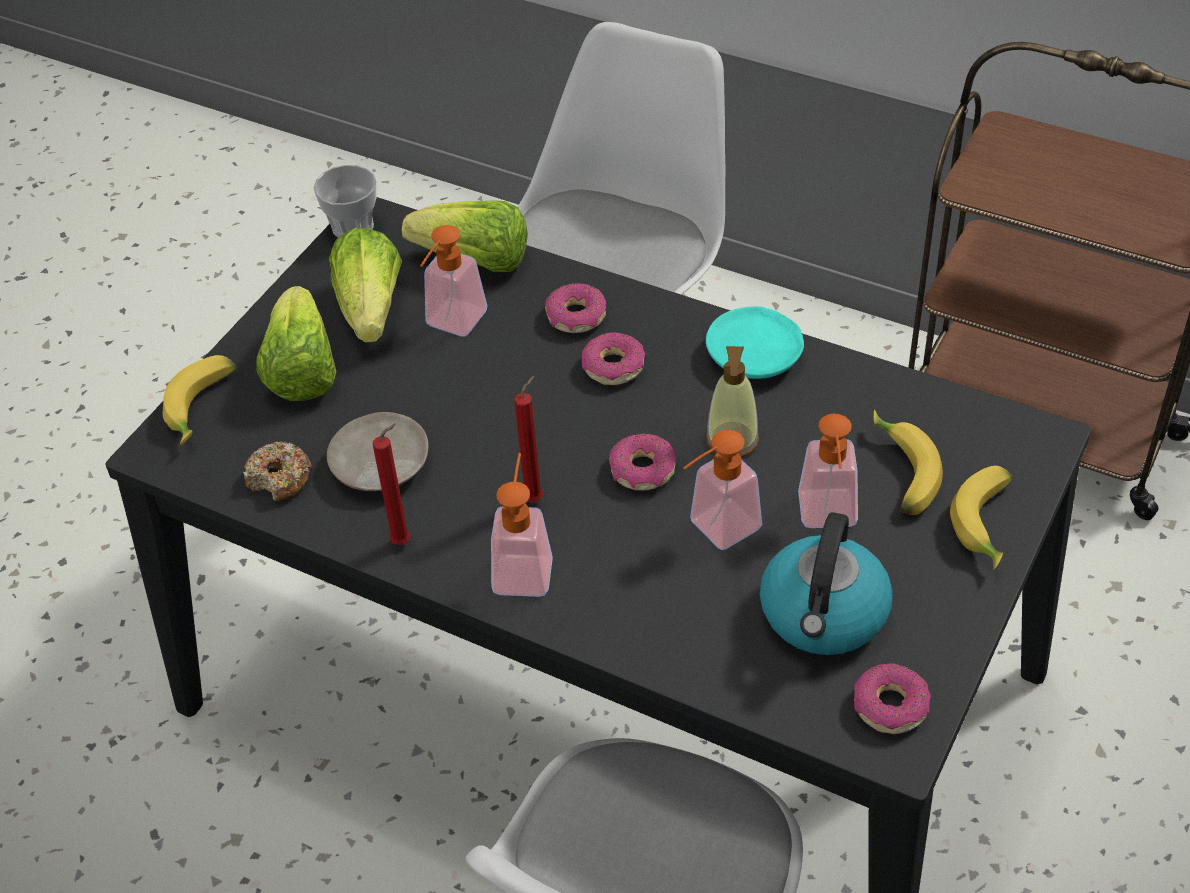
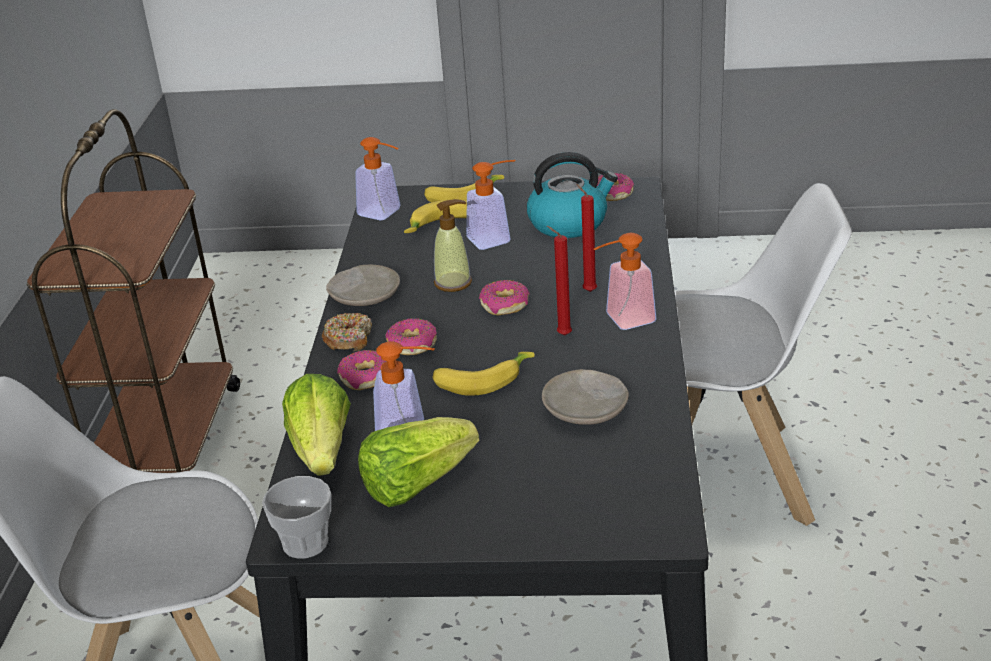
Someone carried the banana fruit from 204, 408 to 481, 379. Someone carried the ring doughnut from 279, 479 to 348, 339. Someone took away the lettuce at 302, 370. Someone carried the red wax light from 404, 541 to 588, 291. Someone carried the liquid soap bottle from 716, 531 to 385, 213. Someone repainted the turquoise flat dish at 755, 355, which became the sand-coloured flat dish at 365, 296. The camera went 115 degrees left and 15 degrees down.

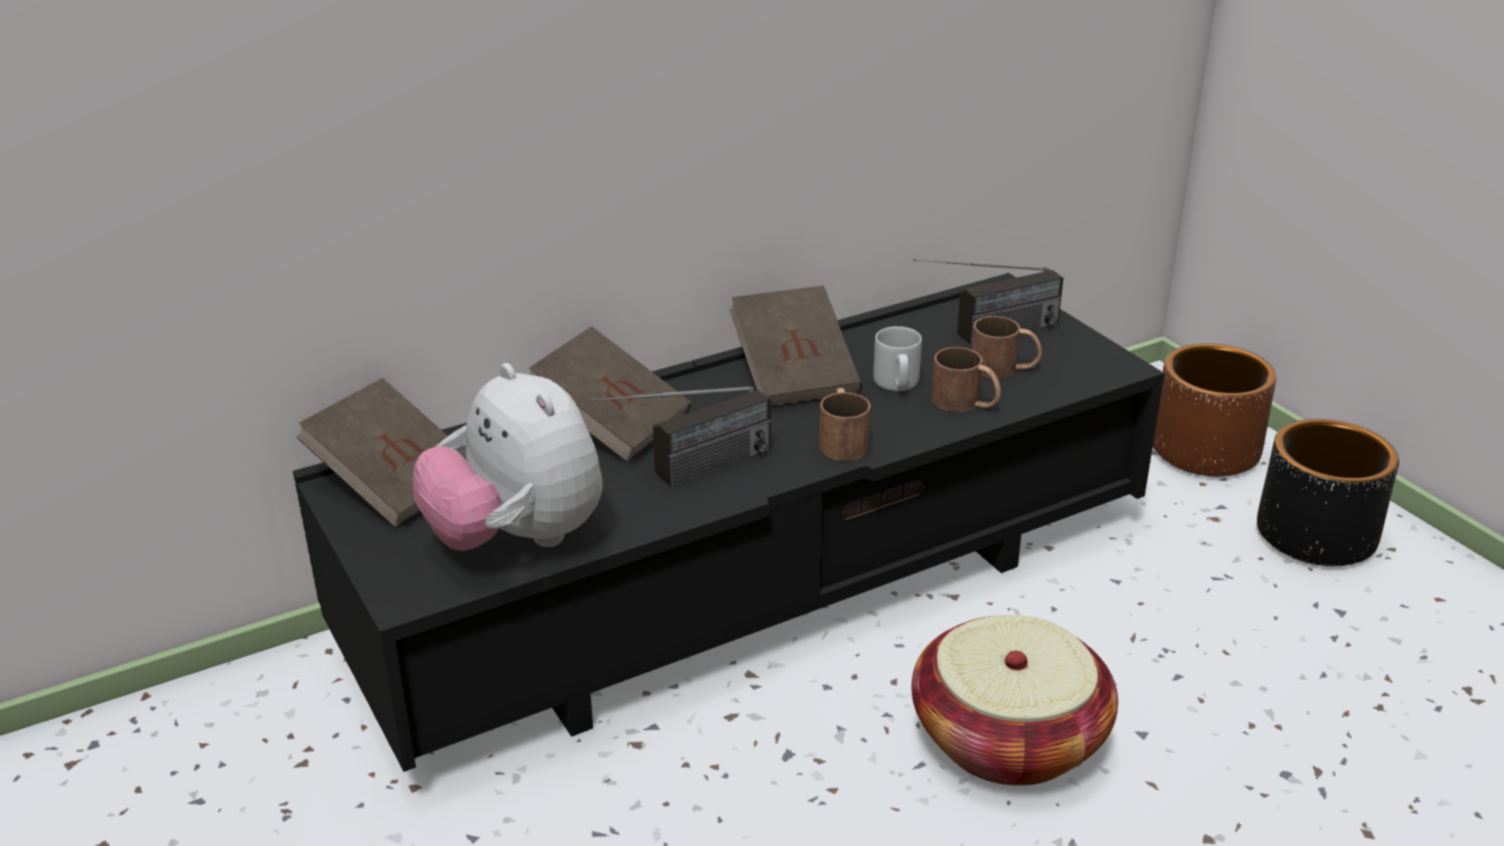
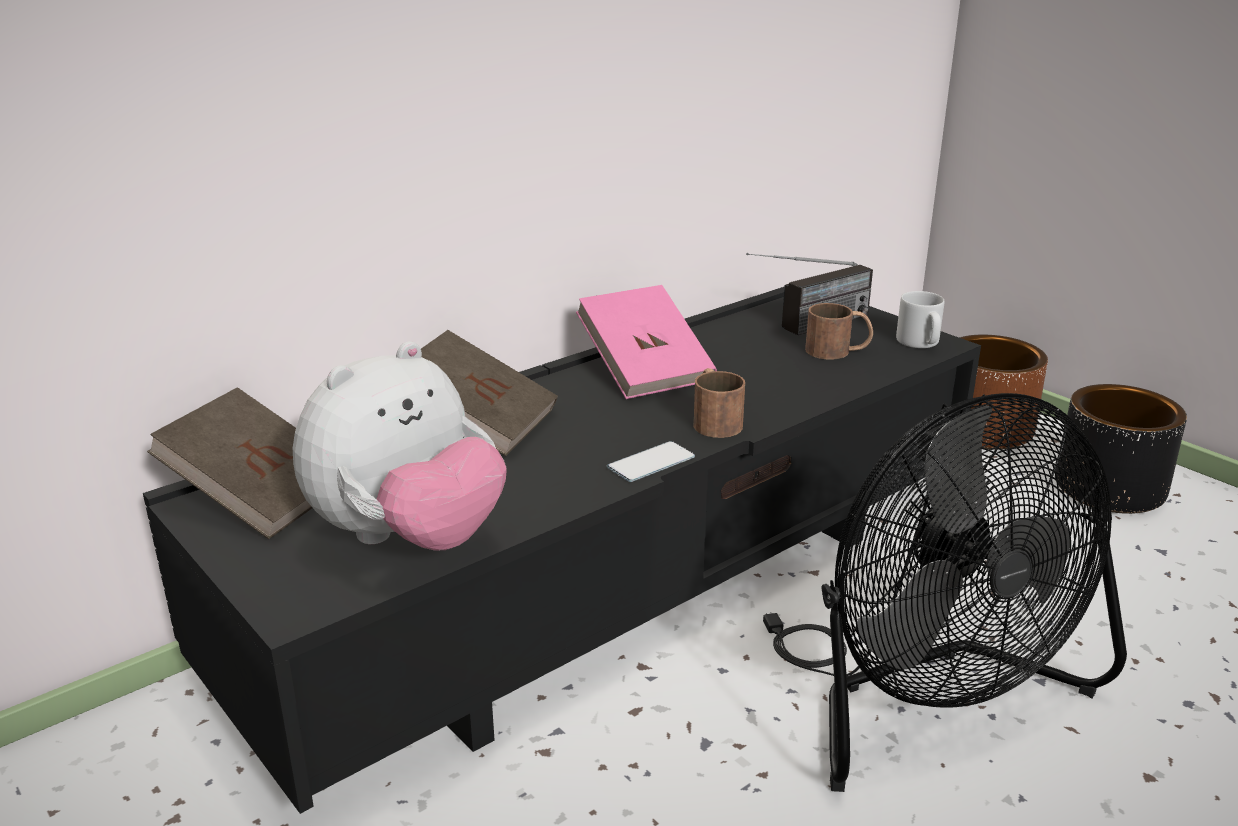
Someone rotated the cuddly toy at 517, 539 by 90 degrees counterclockwise. Someone took away the radio set at 687, 473. Someone repainted the brown book at 795, 375, which became the pinkish book at 645, 370. Someone carried the greyish mug from 897, 384 to 920, 343. Someone swapped the storage basket at 1008, 739 for the blackish cooling fan at 917, 700. Someone took away the brown mug at 966, 403. Someone put down the phone at 651, 462. The camera went 10 degrees left and 5 degrees down.

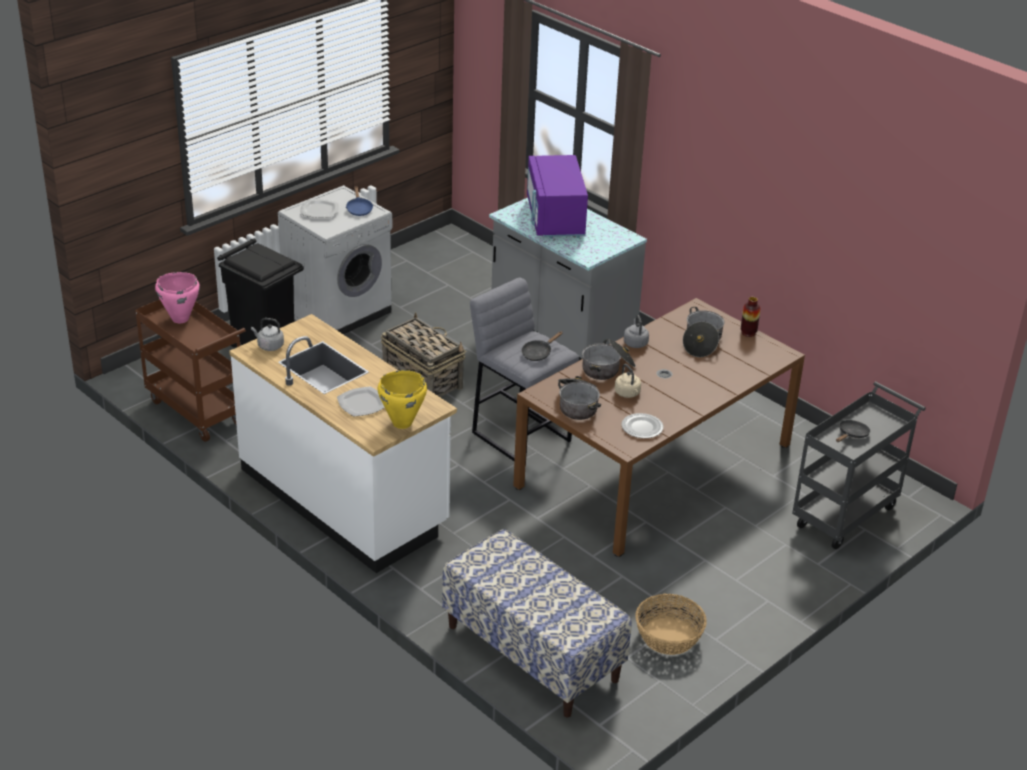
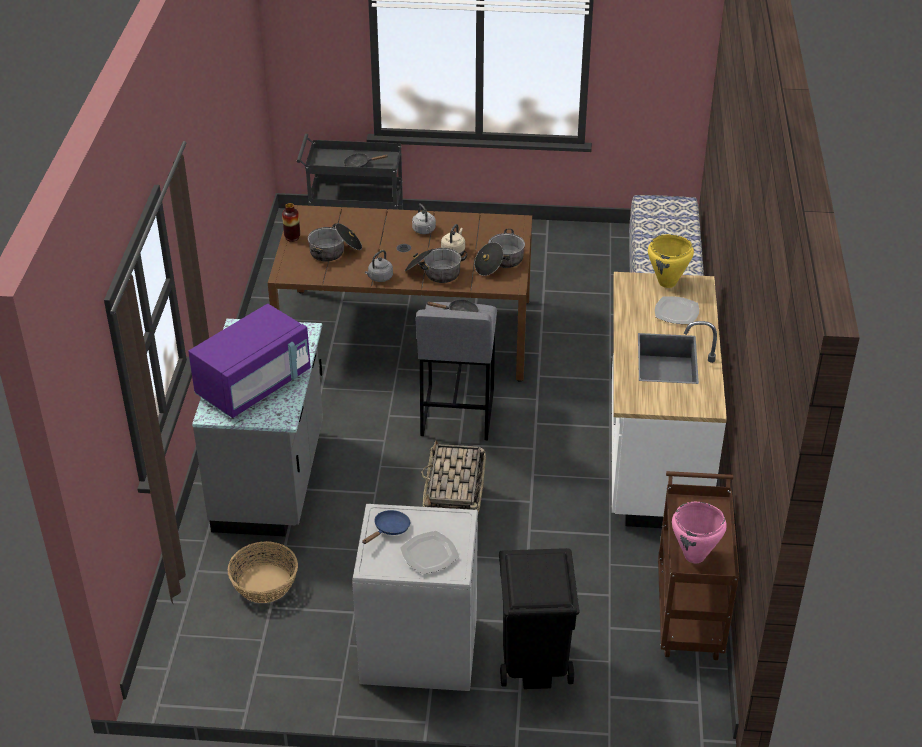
Someone carried the greyish tea kettle from 269, 346 to 424, 230. Someone took away the flat dish at 641, 427. Someone carried the storage basket from 668, 636 to 265, 583. The camera went 130 degrees left and 5 degrees up.

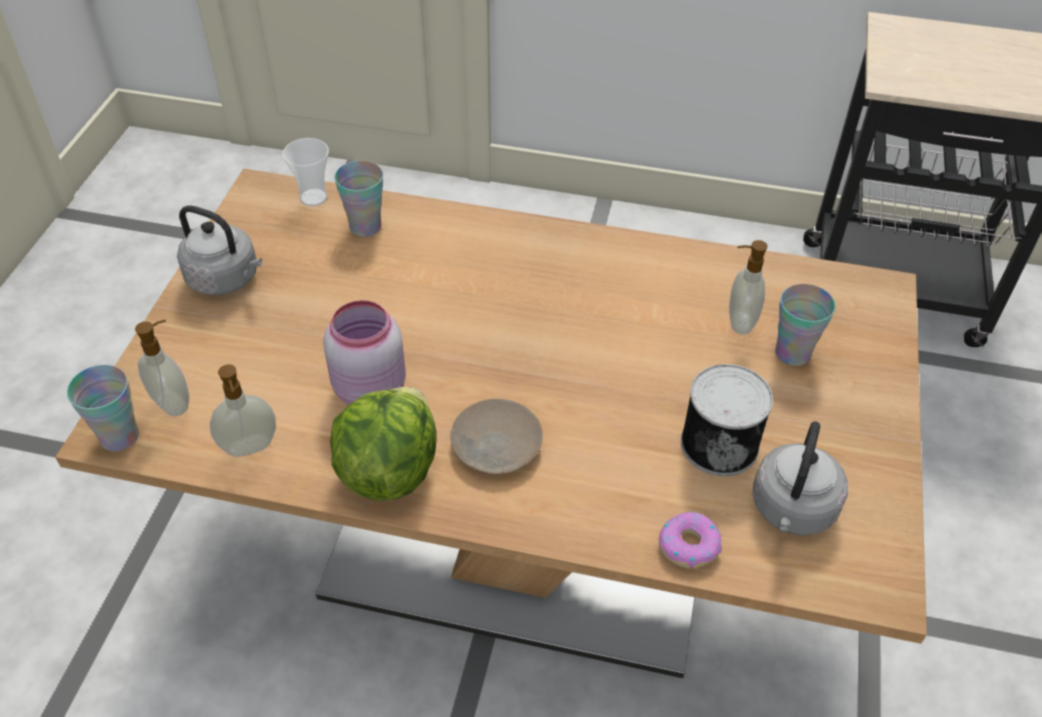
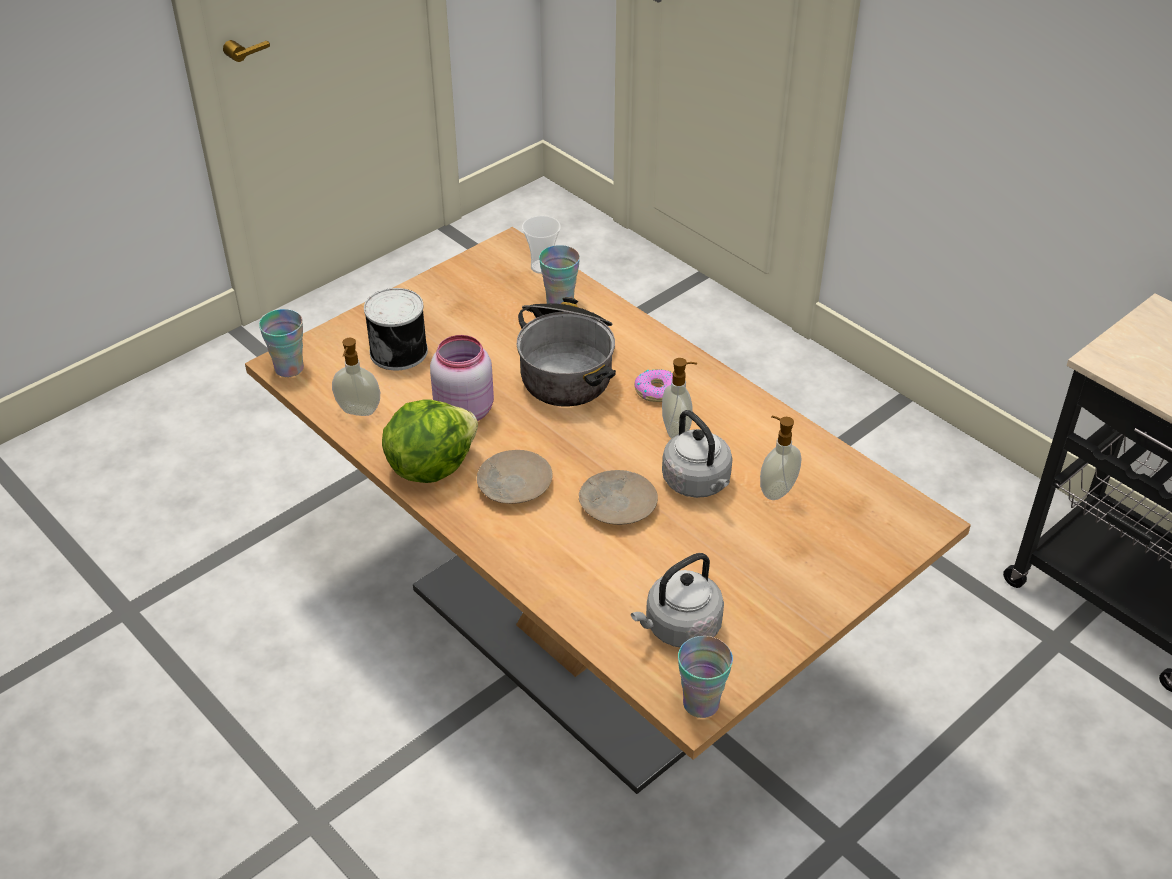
Someone carried the liquid soap bottle from 173, 403 to 677, 430. Someone carried the greyish tea kettle from 226, 279 to 698, 483. Someone carried the ring doughnut from 688, 545 to 656, 390. Someone carried the metal can from 719, 442 to 400, 351. Someone carried the small cup from 792, 353 to 701, 703. Someone put down the cooking pot at 567, 367. Someone put down the sand-coloured flat dish at 617, 504. The camera went 35 degrees right and 5 degrees down.

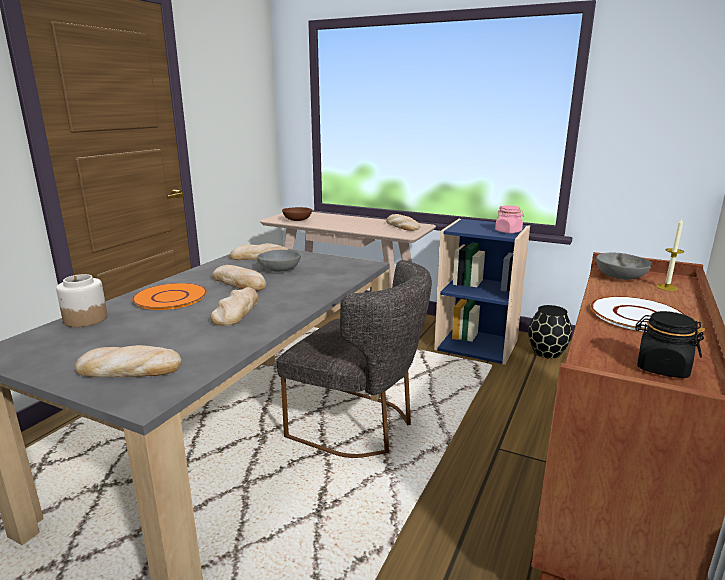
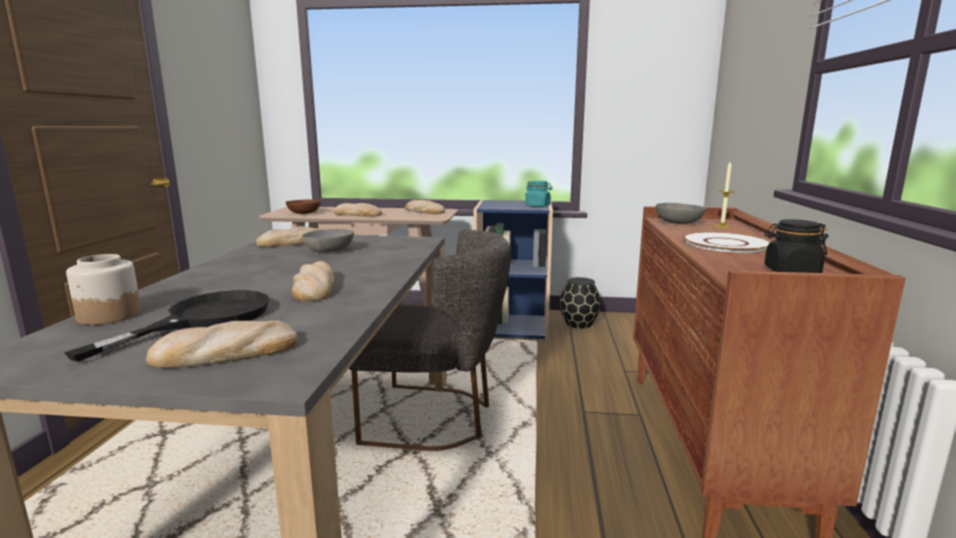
Someone took away the orange-coloured flat dish at 170, 298. Someone carried the baked bread from 240, 282 to 358, 214. Someone repainted the pinkish jar at 508, 231, which became the turquoise jar at 538, 206. Someone put down the blackish frying pan at 204, 319. The camera went 20 degrees left and 5 degrees down.

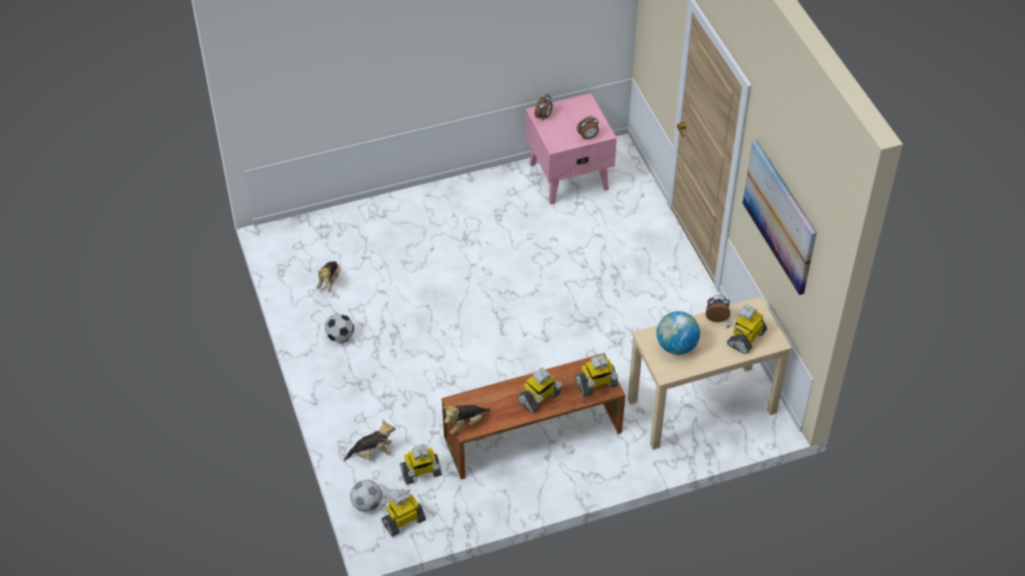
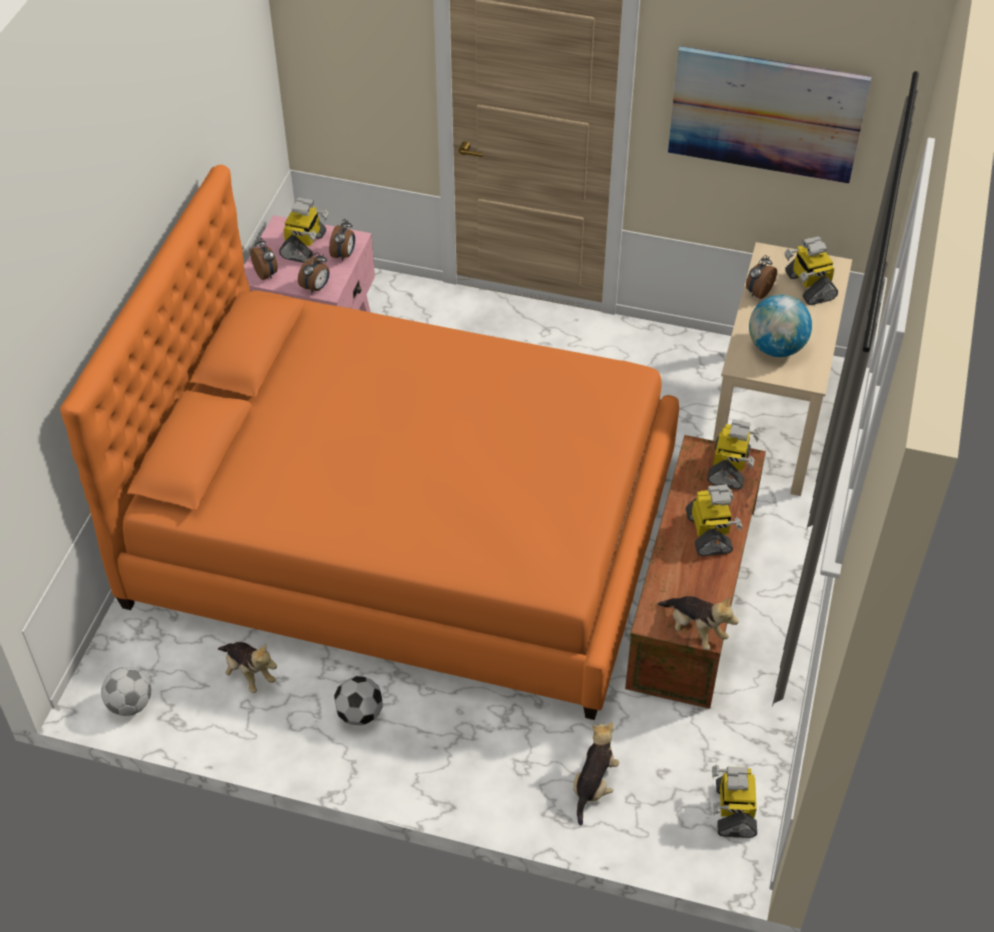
Someone carried the ball for football from 367, 504 to 130, 704. Someone carried the robot figure from 421, 473 to 304, 246. Someone rotated the cuddly toy at 465, 424 by 45 degrees counterclockwise. Someone put down the orange-coloured bed at 404, 530. Someone put down the bedside clock at 316, 288. The camera went 55 degrees left and 0 degrees up.

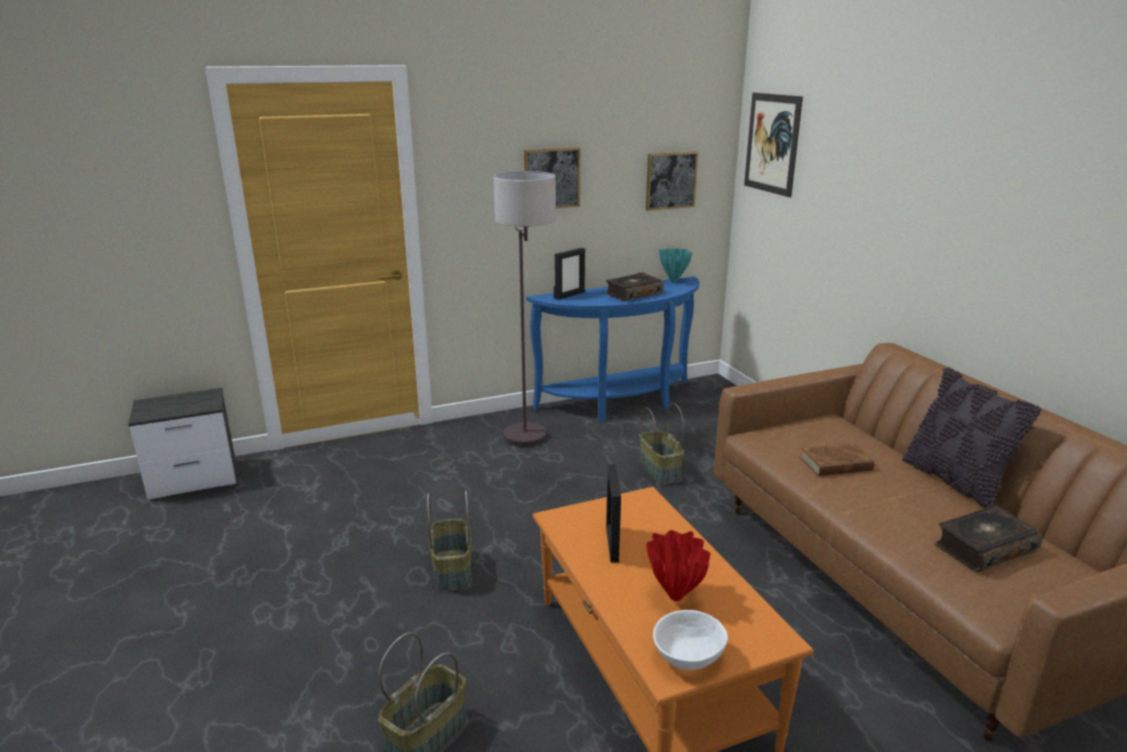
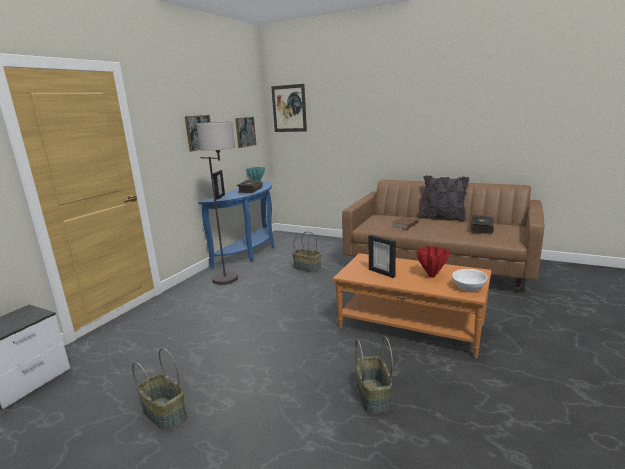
Someone carried the storage basket from 453, 570 to 165, 413. The camera went 40 degrees left and 5 degrees down.

